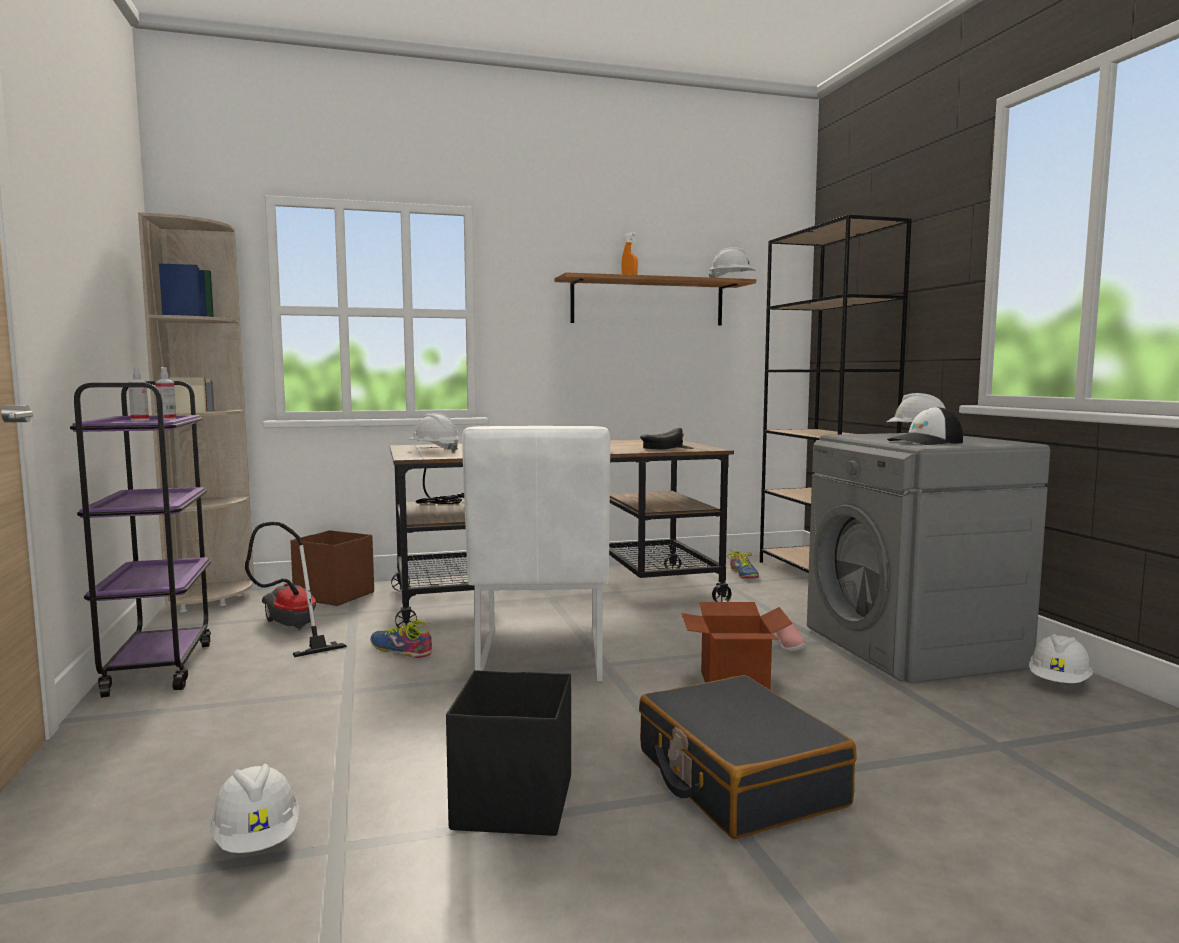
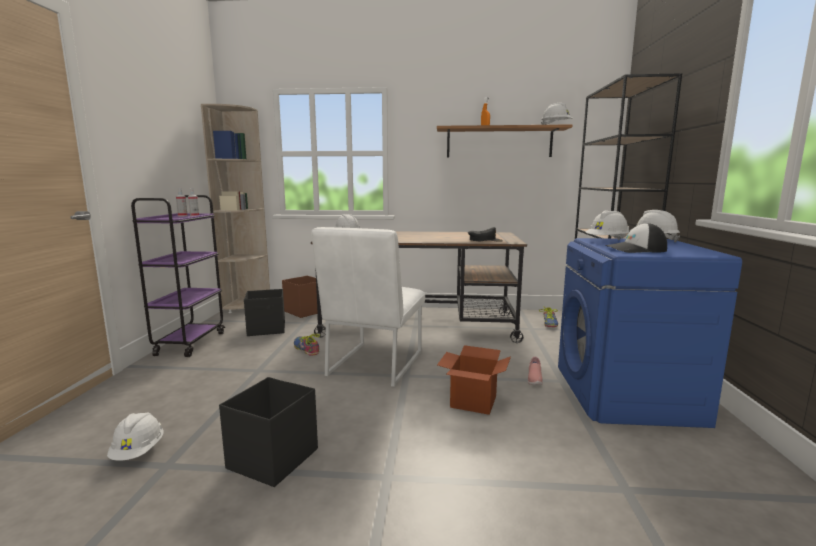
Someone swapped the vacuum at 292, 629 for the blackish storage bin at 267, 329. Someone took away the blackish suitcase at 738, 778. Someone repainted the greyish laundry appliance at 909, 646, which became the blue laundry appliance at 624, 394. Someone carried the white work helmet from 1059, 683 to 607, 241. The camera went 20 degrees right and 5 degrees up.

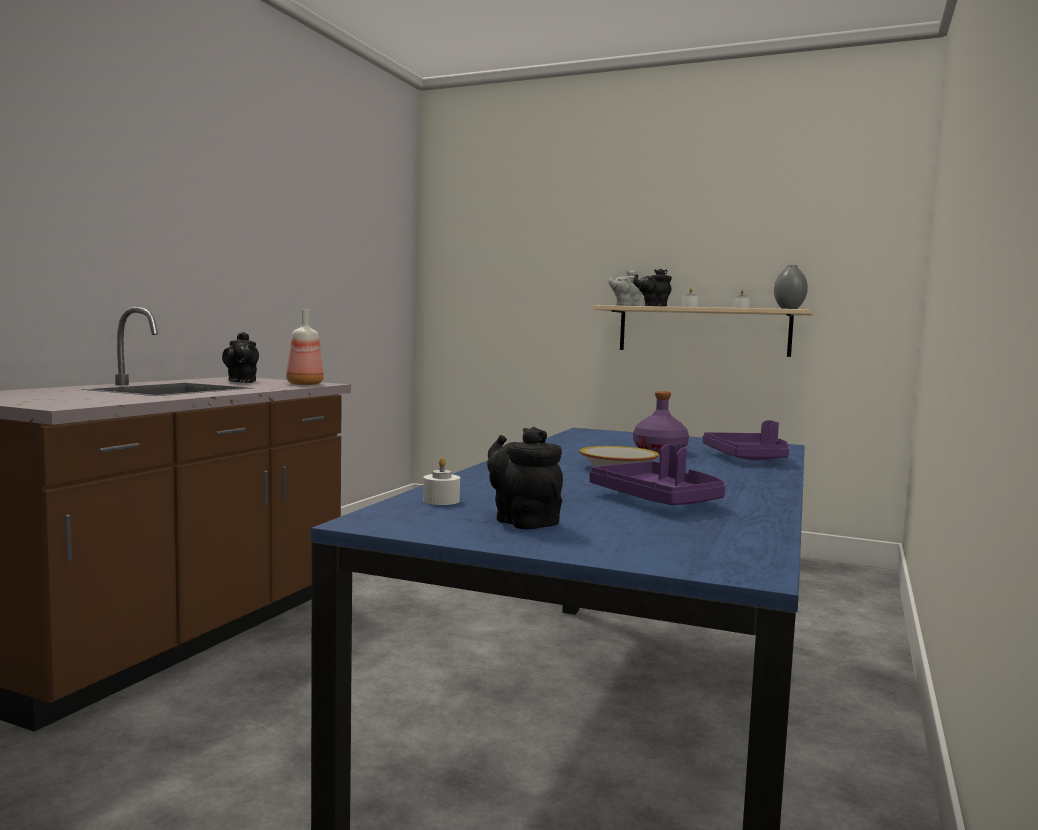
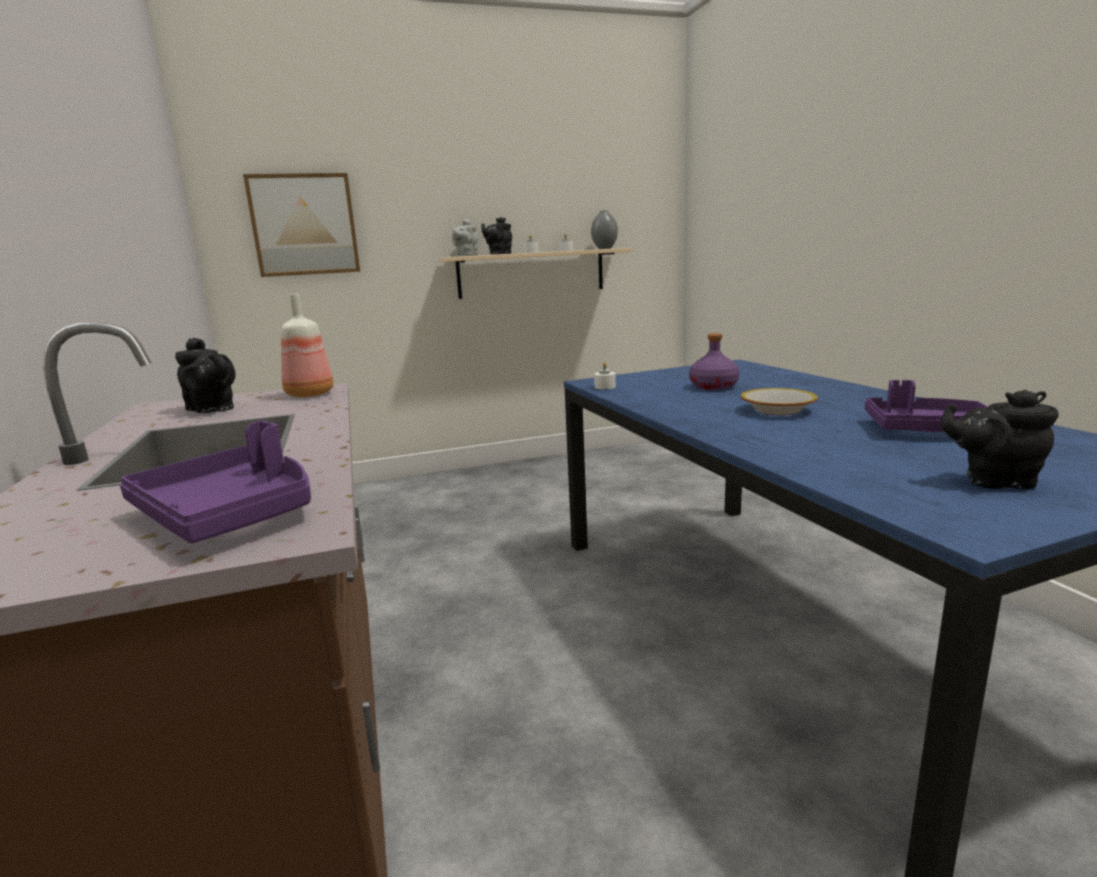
Someone carried the white wax light from 441, 500 to 605, 387. Someone carried the purplish tray from 748, 458 to 231, 513. Someone put up the wall picture at 304, 225. The camera went 40 degrees left and 10 degrees up.

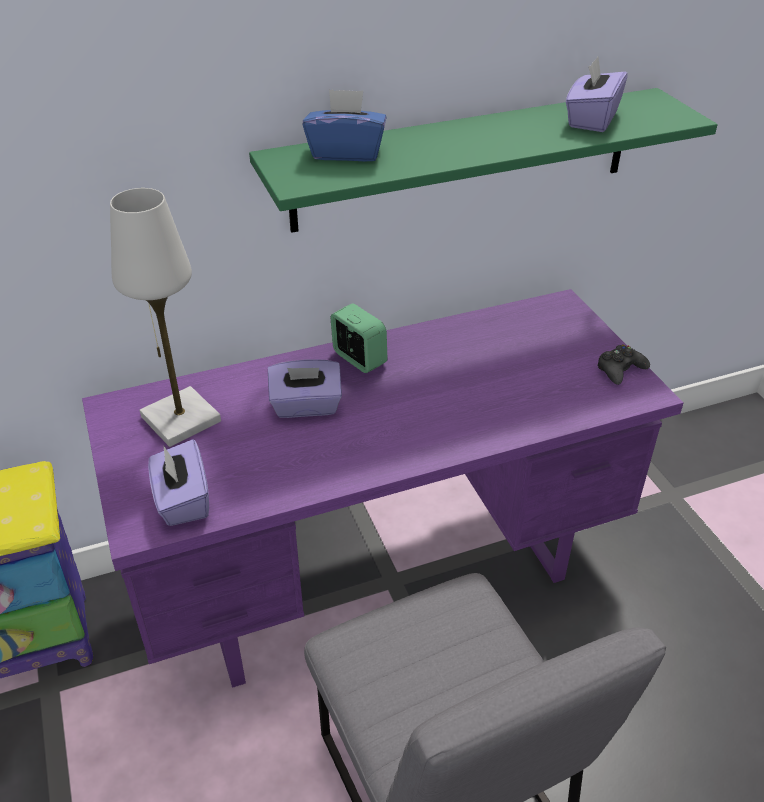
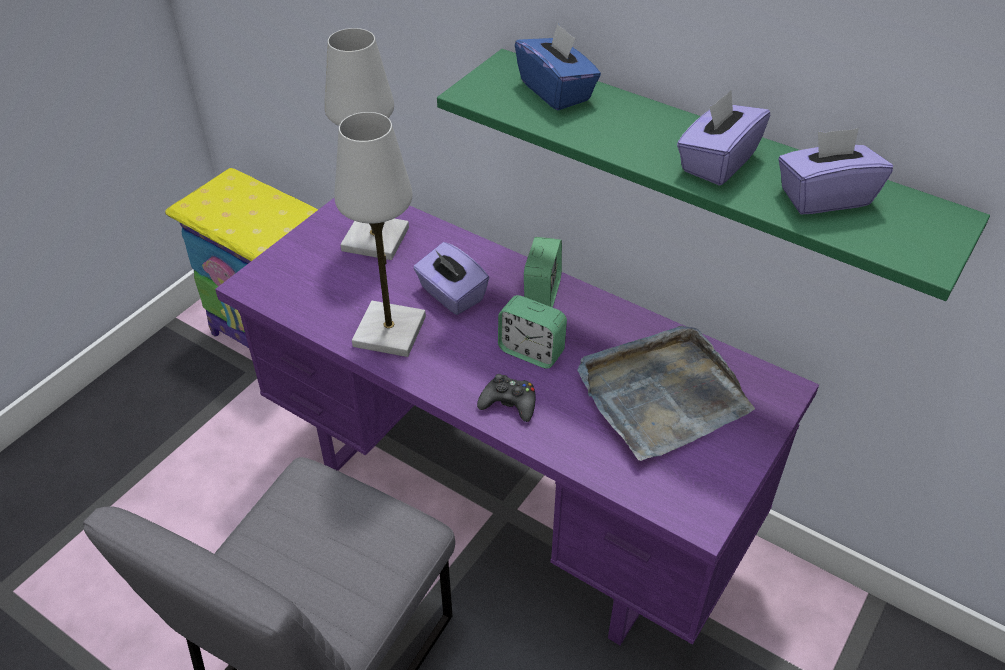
Someone carried the purplish tissue box from 182, 500 to 717, 162. Someone carried the blackish game controller from 620, 370 to 509, 403. Someone put down the white lamp for a table at 389, 331. Someone put down the bedside clock at 531, 351. Someone put down the greyish tray at 661, 395. The camera went 55 degrees right and 5 degrees up.

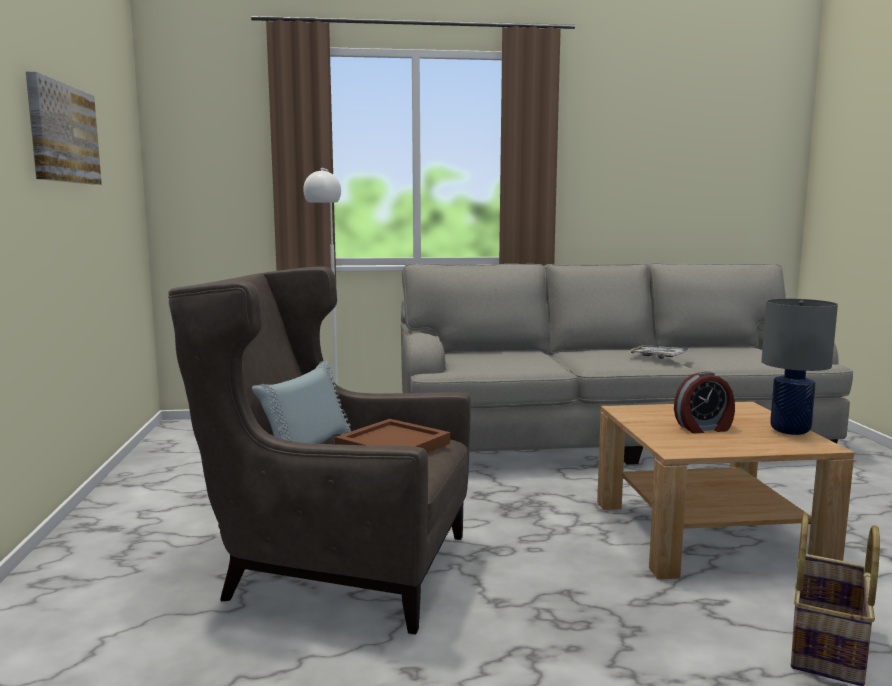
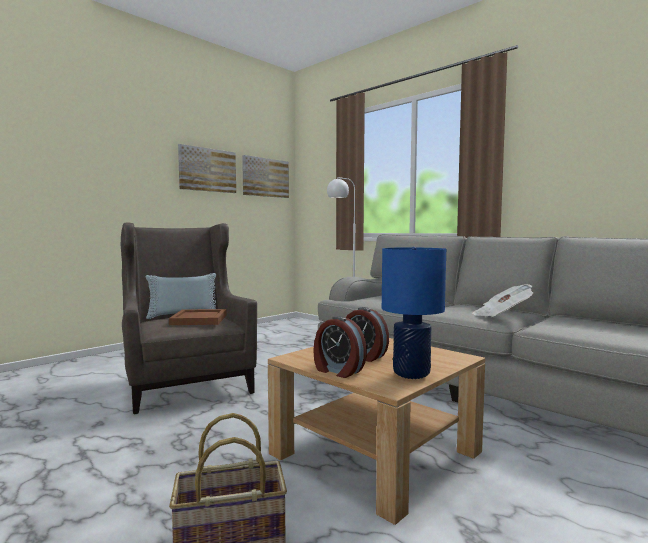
Someone swapped the tray at 659, 357 for the daily paper at 501, 315. Someone repainted the greyish lamp for a table at 790, 432, which became the blue lamp for a table at 411, 376. Someone put up the wall picture at 265, 177. Someone put down the bedside clock at 338, 371. The camera went 50 degrees right and 5 degrees down.

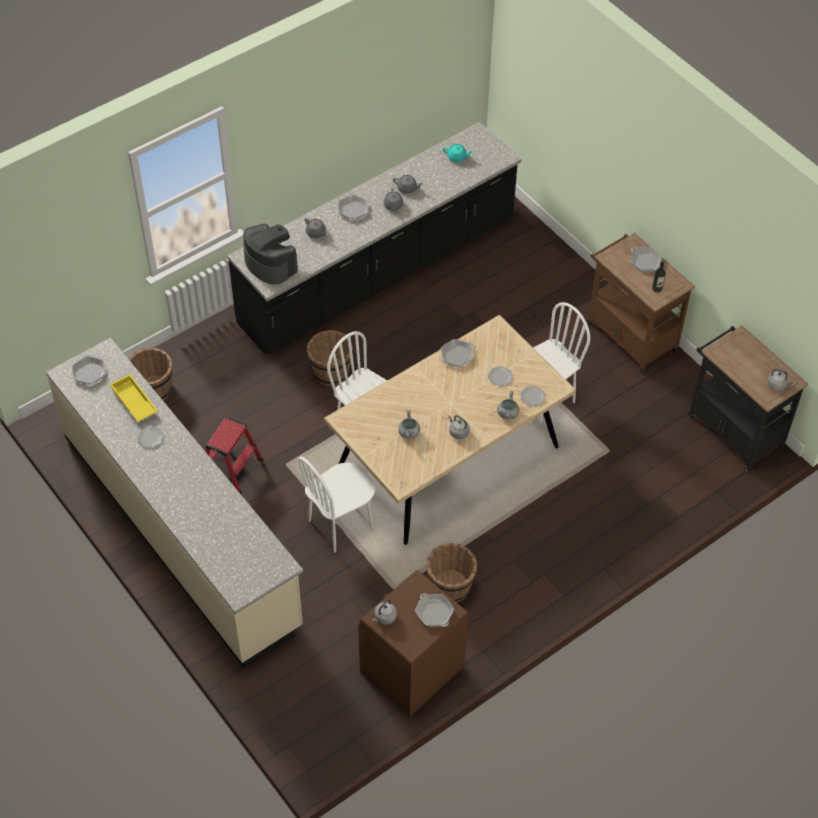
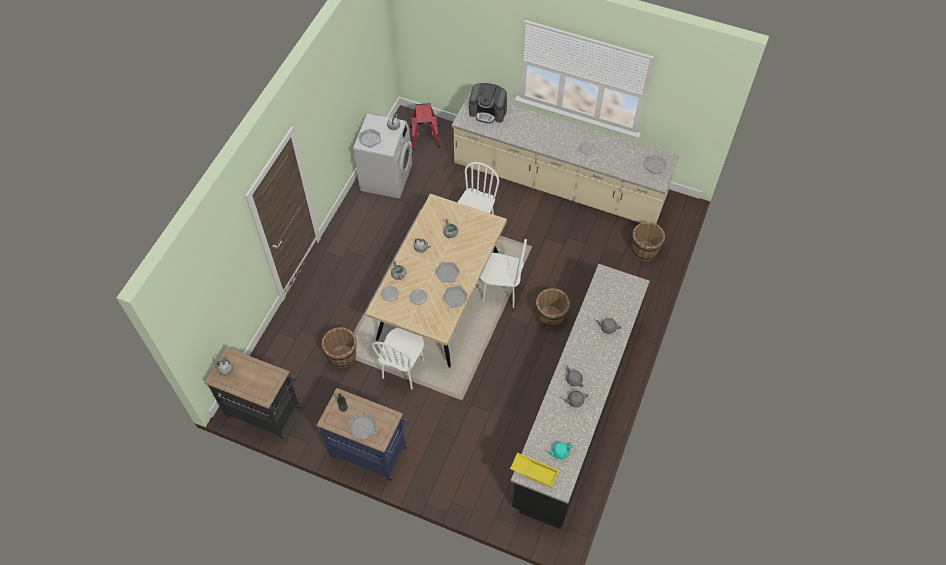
Someone carried the yellow-coloured tray from 133, 402 to 535, 471. Someone carried the red stepladder from 230, 468 to 425, 136. Someone carried the coffee brewer from 270, 264 to 488, 111. Someone carried the frying pan from 353, 210 to 447, 273. Someone repainted the brown laundry appliance at 410, 667, which became the white laundry appliance at 387, 177. Someone carried the brown water bucket from 450, 587 to 342, 356. Someone repainted the brown trolley at 629, 335, which became the blue trolley at 371, 453. The camera went 150 degrees right and 5 degrees up.

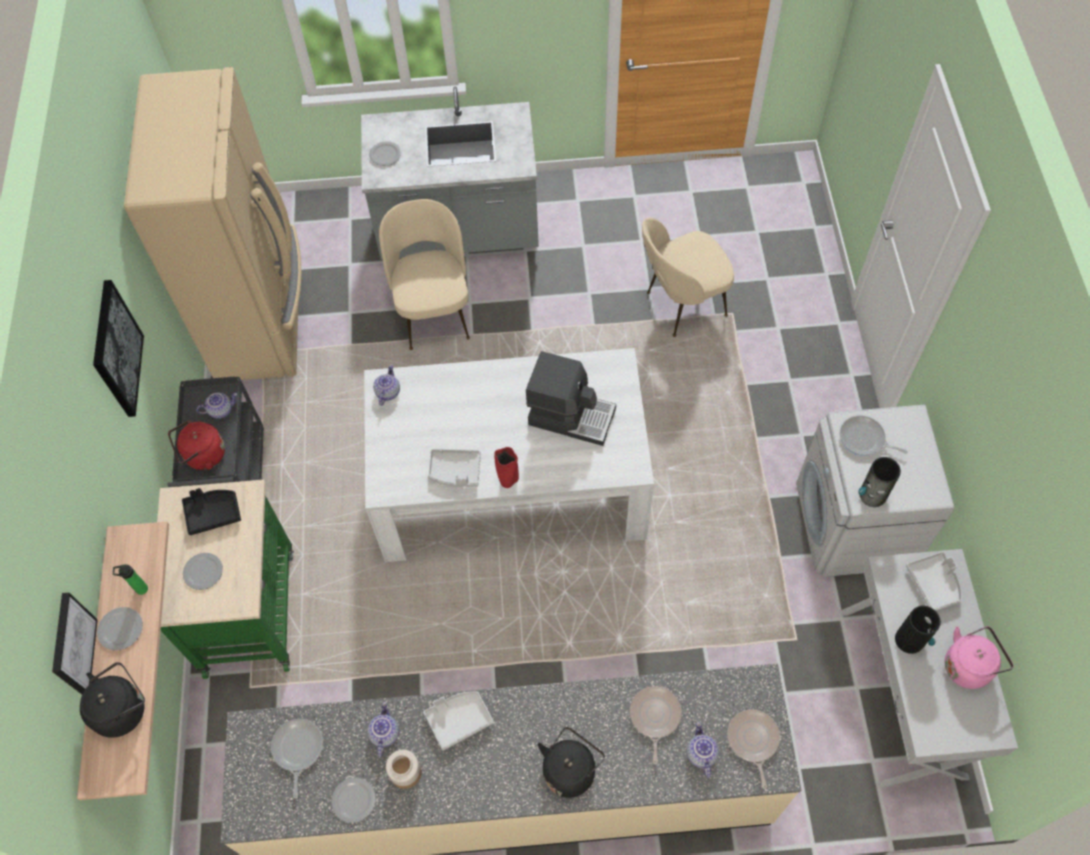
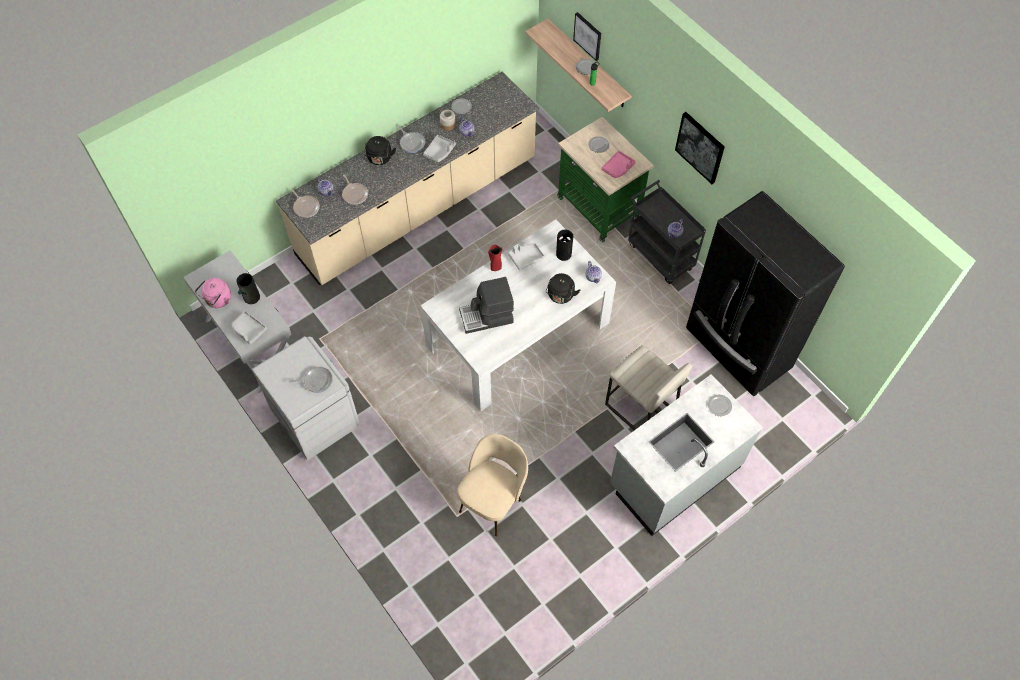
Someone carried the blackish tea kettle from 123, 709 to 560, 296. Someone repainted the sand-coloured refrigerator at 264, 318, which became the blackish refrigerator at 736, 349. Someone took away the red tea kettle at 203, 456. Someone repainted the blackish tray at 213, 513, which became the pinkish tray at 618, 168. Someone carried the frying pan from 297, 750 to 412, 143. Someone swapped the sand-coloured plain chair at 434, 314 for the sand-coloured stool at 640, 408. Someone carried the decorative vase from 872, 495 to 563, 253. The camera went 145 degrees right and 0 degrees up.

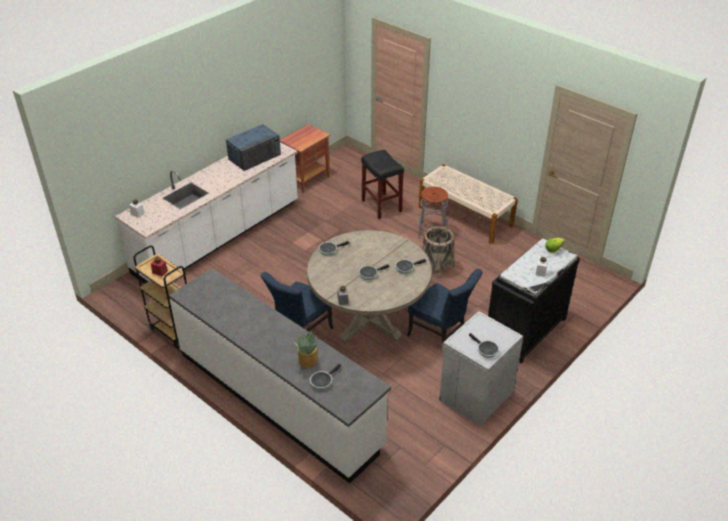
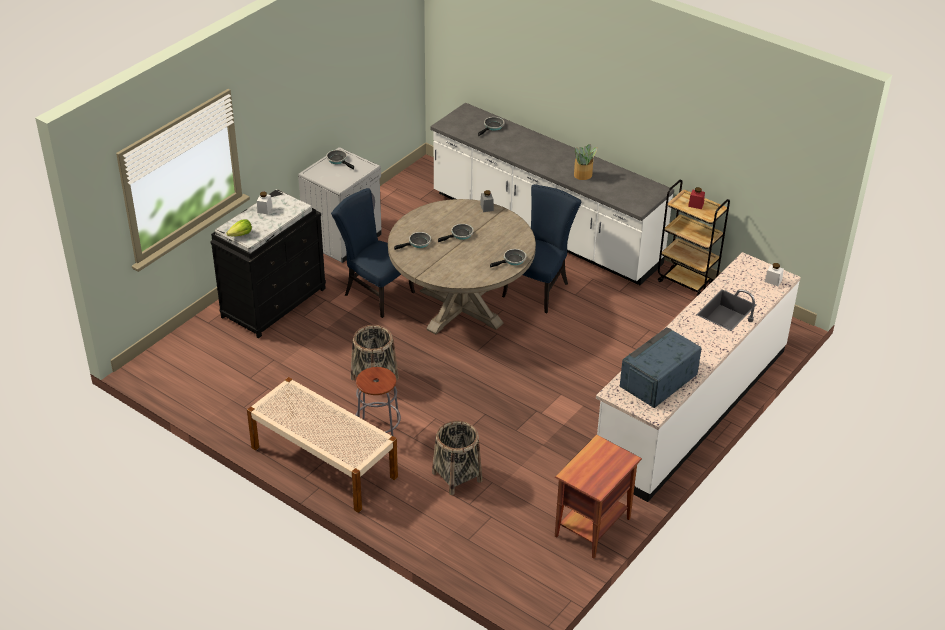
Someone carried the potted plant from 307, 361 to 583, 175. Someone swapped the blackish stool at 382, 206 for the storage basket at 456, 476. The camera went 175 degrees right and 0 degrees up.

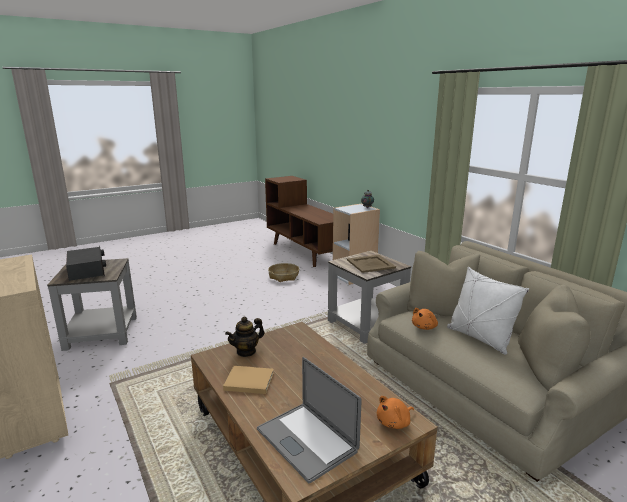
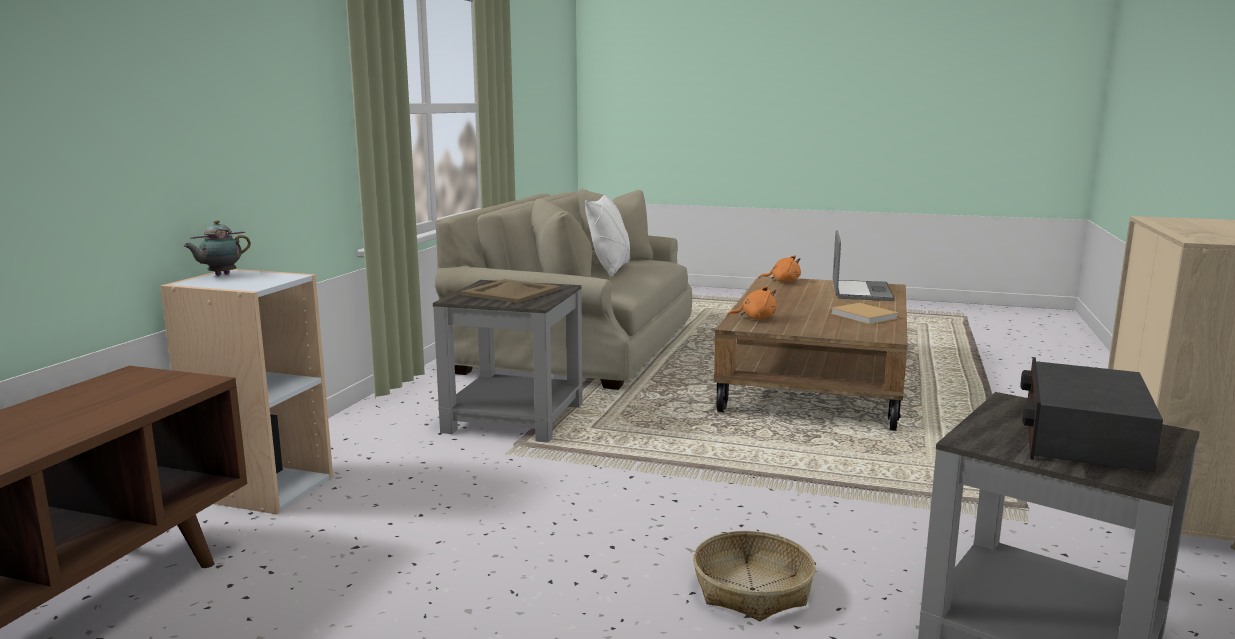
Someone took away the teapot at 246, 351. Someone carried the storage basket from 284, 276 to 751, 589. Someone carried the orange-coloured cuddly toy from 424, 327 to 755, 318. The camera went 130 degrees left and 5 degrees down.

